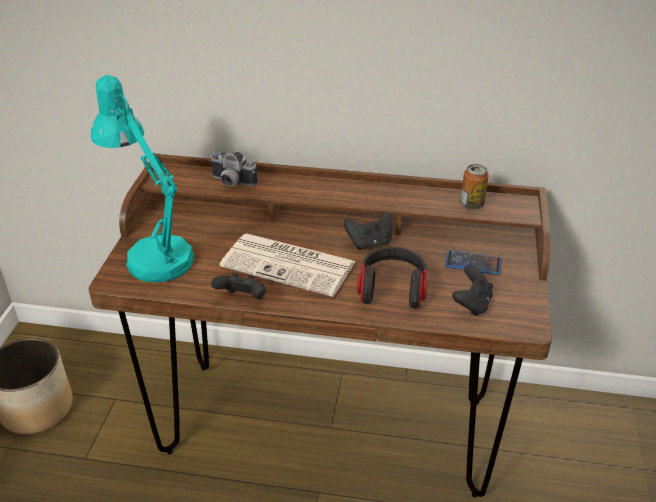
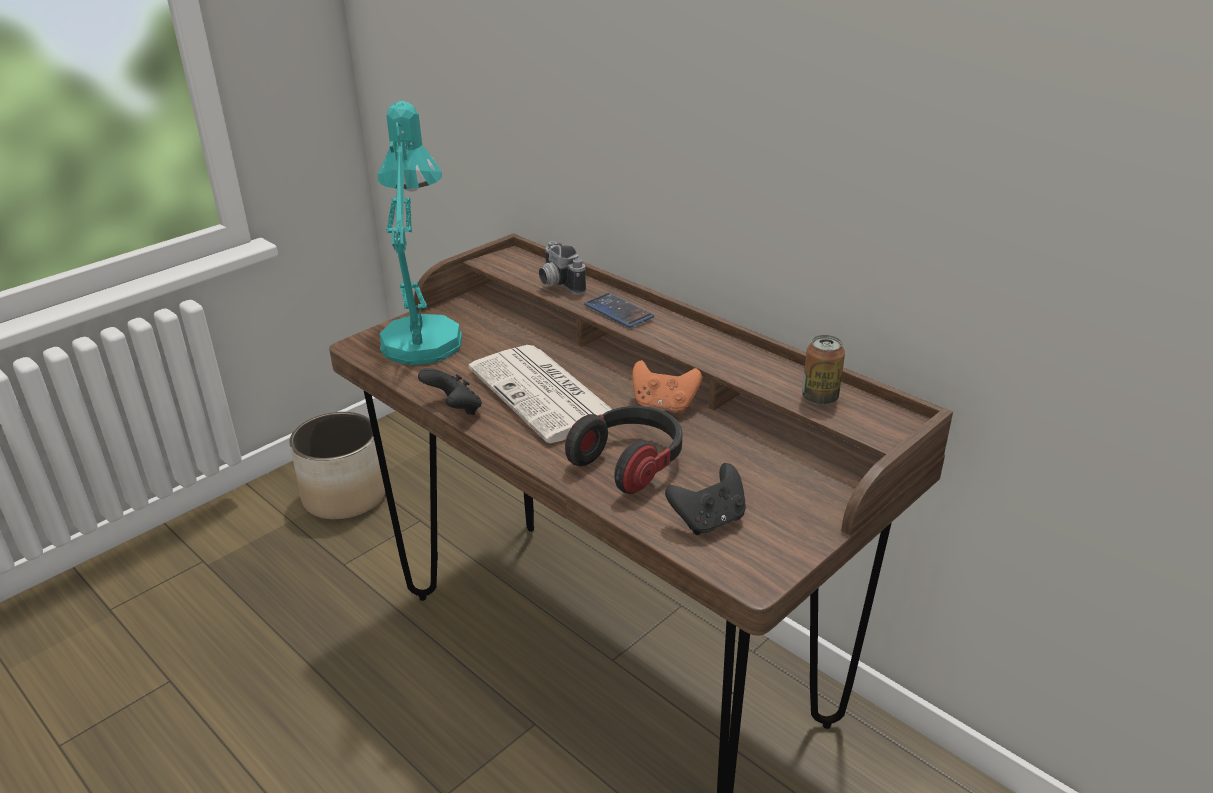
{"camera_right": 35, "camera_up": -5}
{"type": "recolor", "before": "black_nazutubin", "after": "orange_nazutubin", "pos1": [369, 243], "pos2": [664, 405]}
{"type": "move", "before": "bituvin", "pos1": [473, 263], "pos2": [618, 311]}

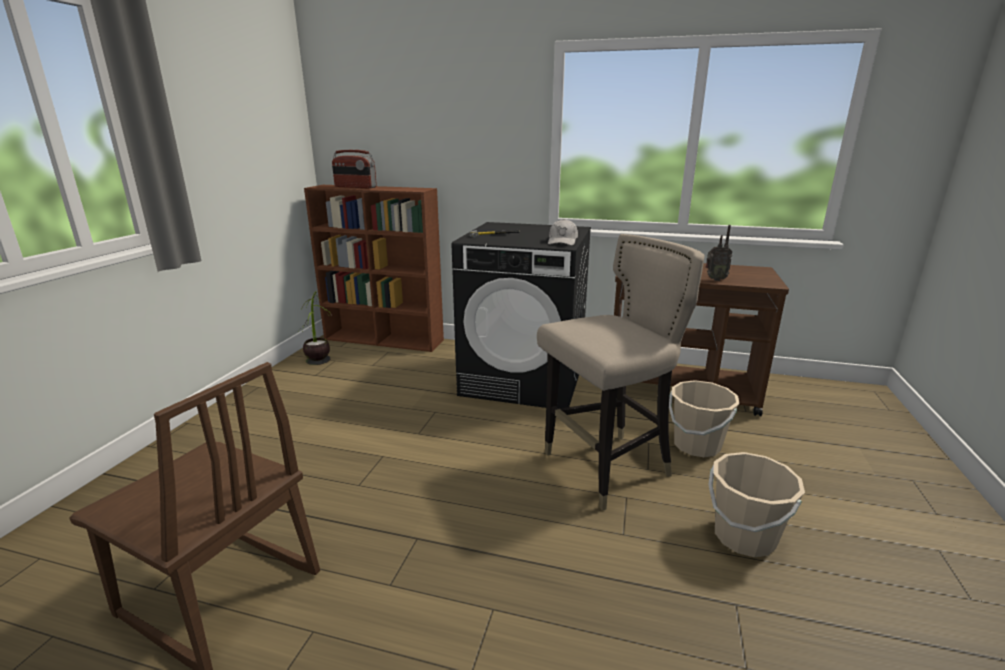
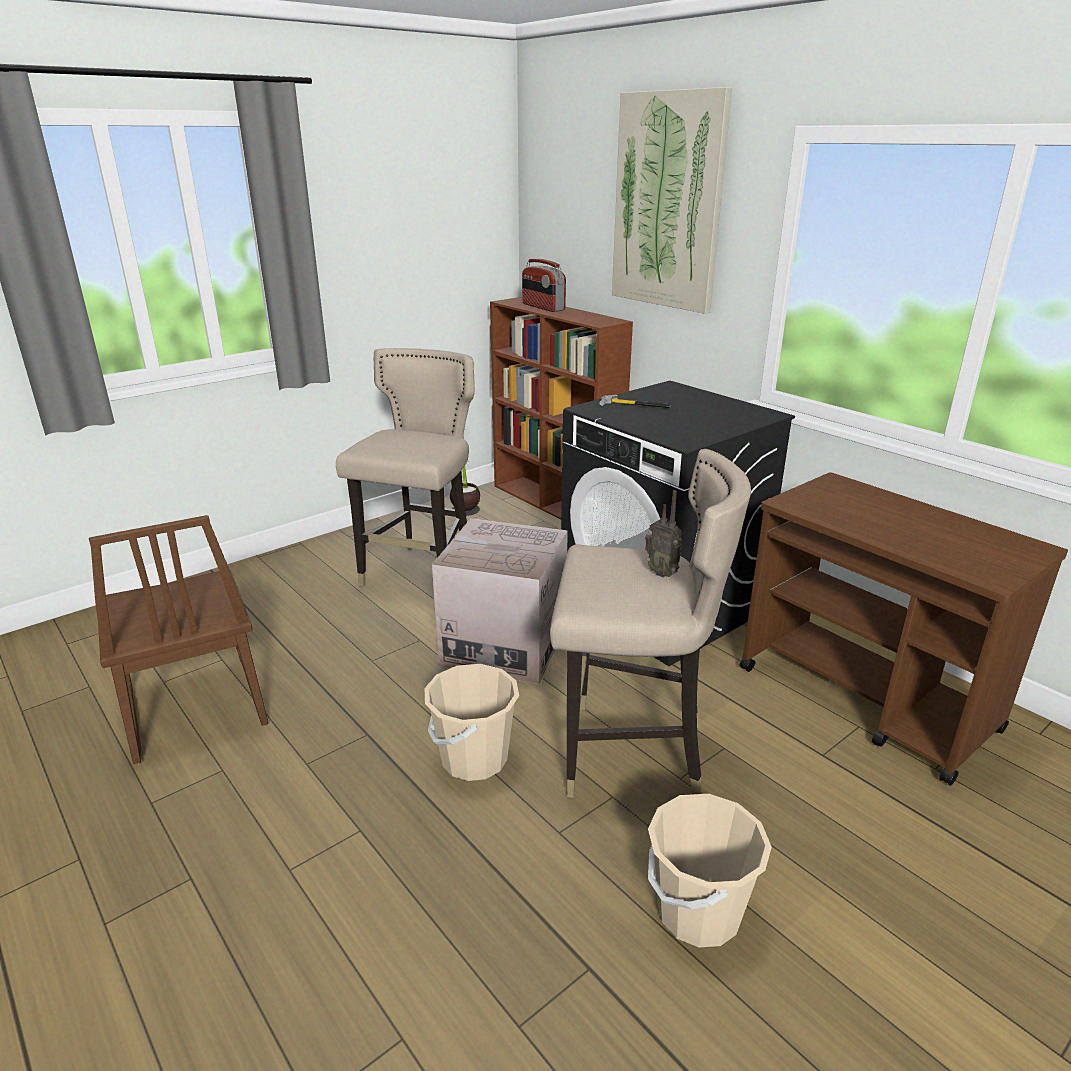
{"camera_right": 35, "camera_up": 5}
{"type": "delete", "before": "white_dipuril", "pos1": [562, 241]}
{"type": "move", "before": "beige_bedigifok", "pos1": [696, 445], "pos2": [474, 758]}
{"type": "move", "before": "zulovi", "pos1": [714, 279], "pos2": [662, 572]}
{"type": "insert", "after": "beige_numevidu", "pos2": [422, 574]}
{"type": "insert", "after": "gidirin", "pos2": [504, 645]}
{"type": "insert", "after": "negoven", "pos2": [668, 202]}

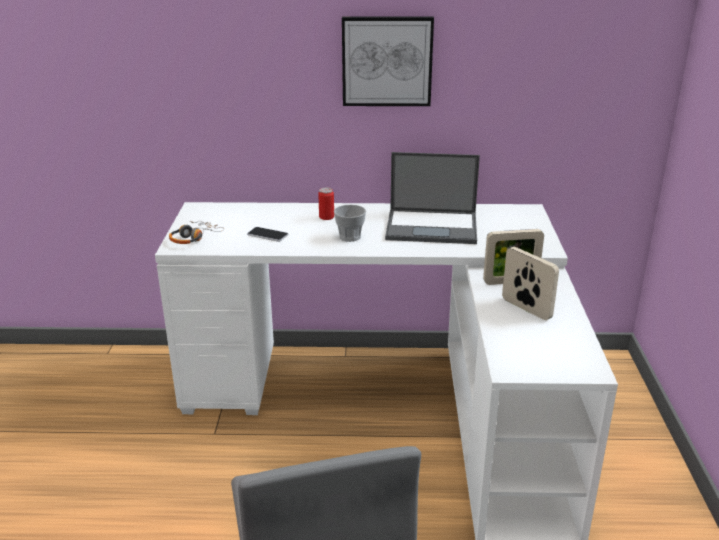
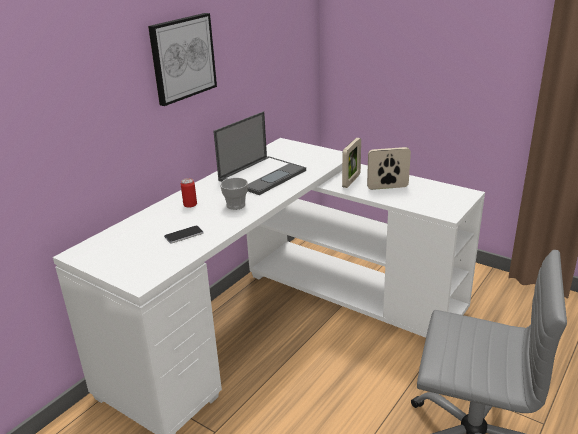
{"camera_right": -55, "camera_up": 0}
{"type": "delete", "before": "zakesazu", "pos1": [194, 238]}

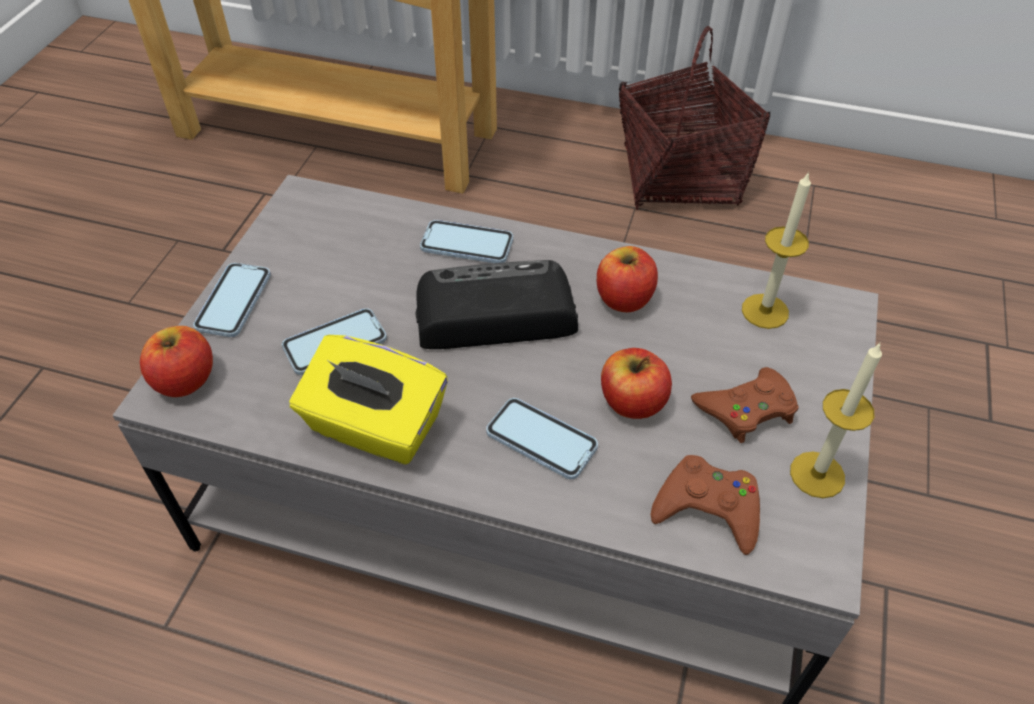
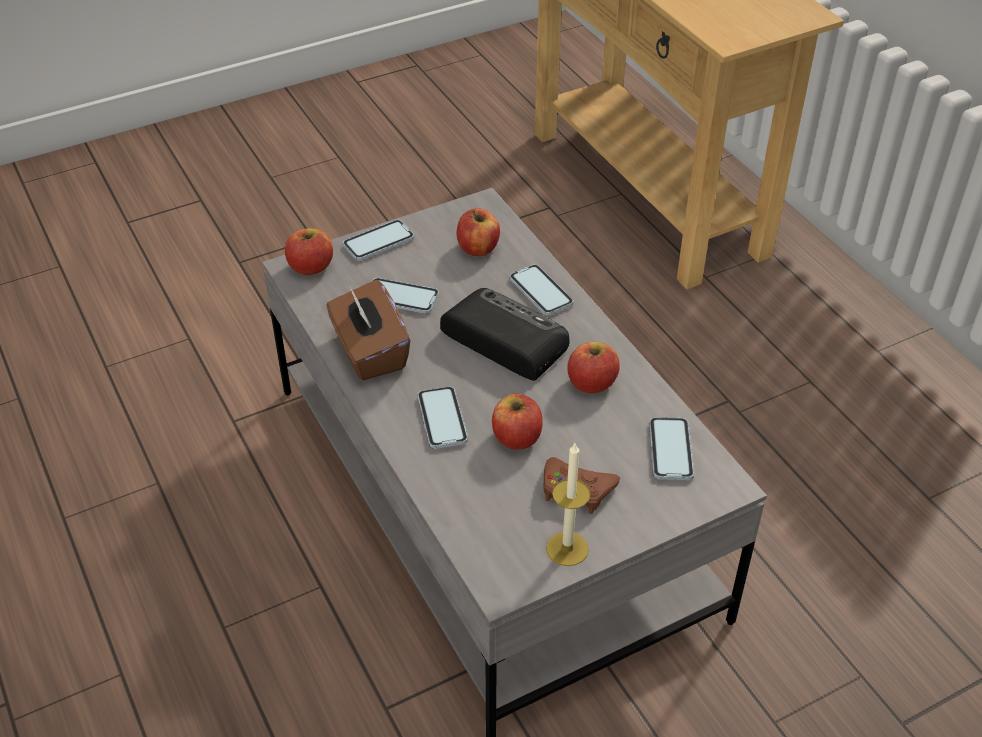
{"camera_right": 45, "camera_up": -5}
{"type": "recolor", "before": "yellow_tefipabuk", "after": "brown_tefipabuk", "pos1": [374, 427], "pos2": [369, 352]}
{"type": "delete", "before": "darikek", "pos1": [680, 176]}
{"type": "delete", "before": "brown_nazutubin", "pos1": [708, 508]}
{"type": "replace", "before": "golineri", "after": "bituvin", "pos1": [765, 311], "pos2": [670, 450]}
{"type": "insert", "after": "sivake", "pos2": [478, 248]}

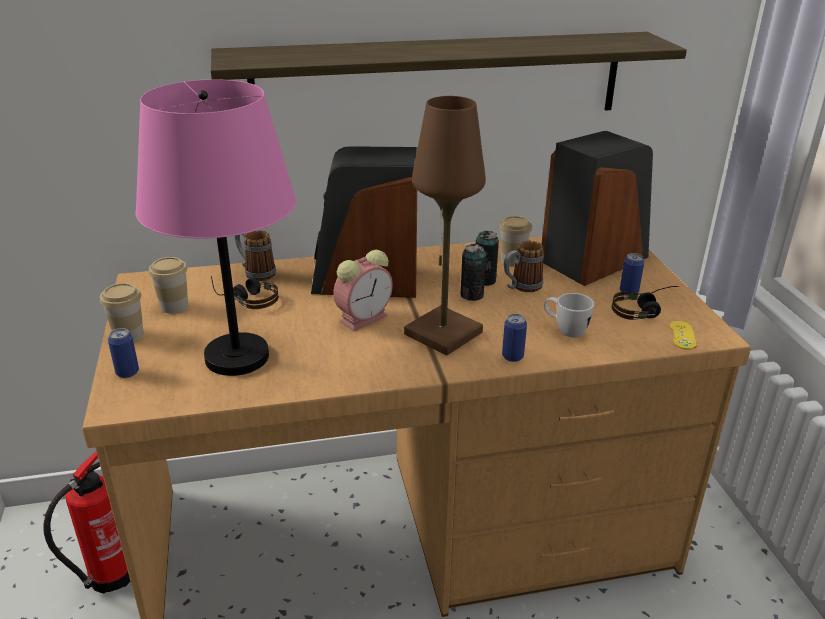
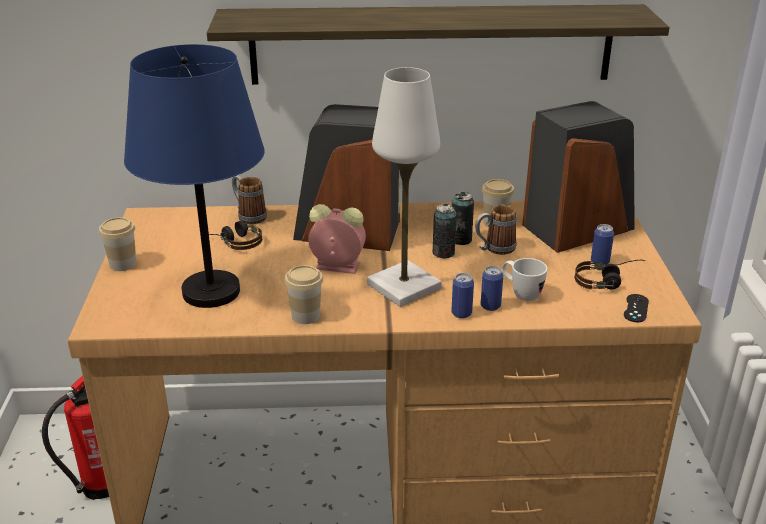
{"camera_right": 10, "camera_up": 0}
{"type": "move", "before": "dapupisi", "pos1": [127, 372], "pos2": [490, 306]}
{"type": "recolor", "before": "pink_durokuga", "after": "blue_durokuga", "pos1": [237, 358], "pos2": [211, 292]}
{"type": "move", "before": "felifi", "pos1": [174, 306], "pos2": [305, 316]}
{"type": "rotate", "before": "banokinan", "pos1": [364, 318], "pos2": [335, 266], "turn": -135}
{"type": "recolor", "before": "brown_durokuga", "after": "white_durokuga", "pos1": [443, 333], "pos2": [404, 287]}
{"type": "recolor", "before": "yellow_nazutubin", "after": "black_nazutubin", "pos1": [682, 335], "pos2": [636, 308]}

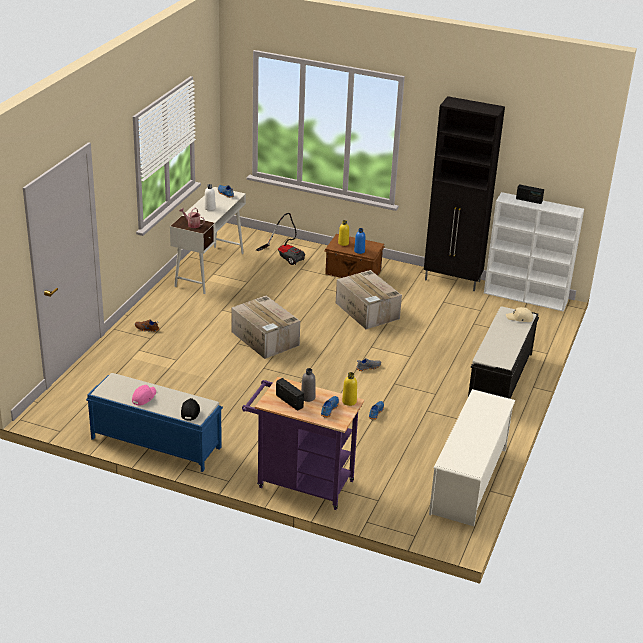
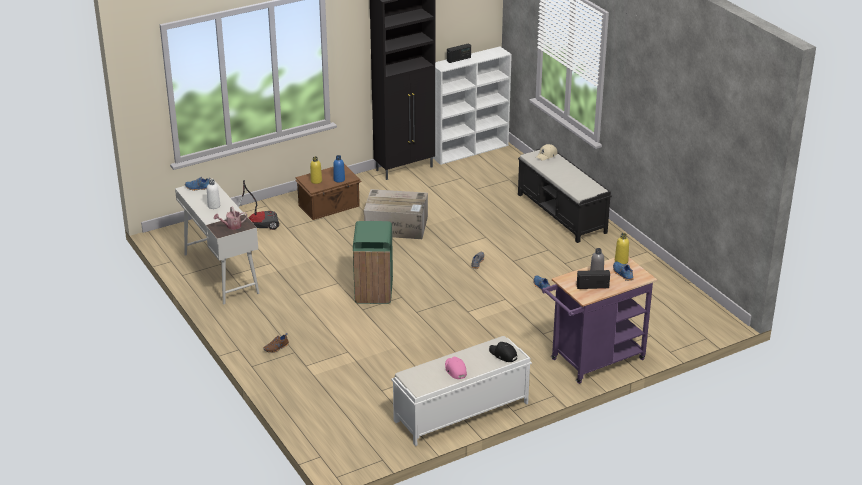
{"camera_right": -50, "camera_up": 0}
{"type": "recolor", "before": "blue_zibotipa", "after": "white_zibotipa", "pos1": [155, 443], "pos2": [460, 412]}
{"type": "replace", "before": "gidirin", "after": "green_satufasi", "pos1": [266, 339], "pos2": [374, 292]}
{"type": "delete", "before": "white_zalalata", "pos1": [469, 481]}

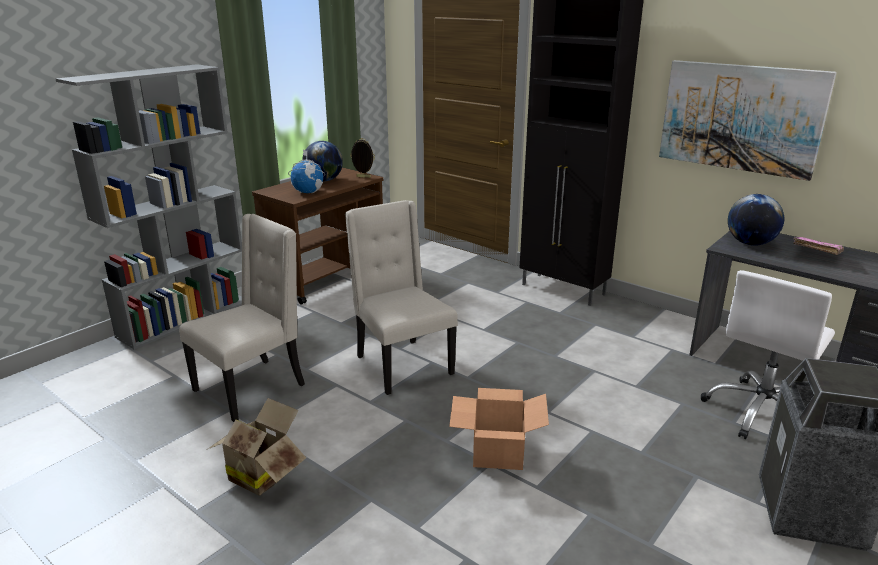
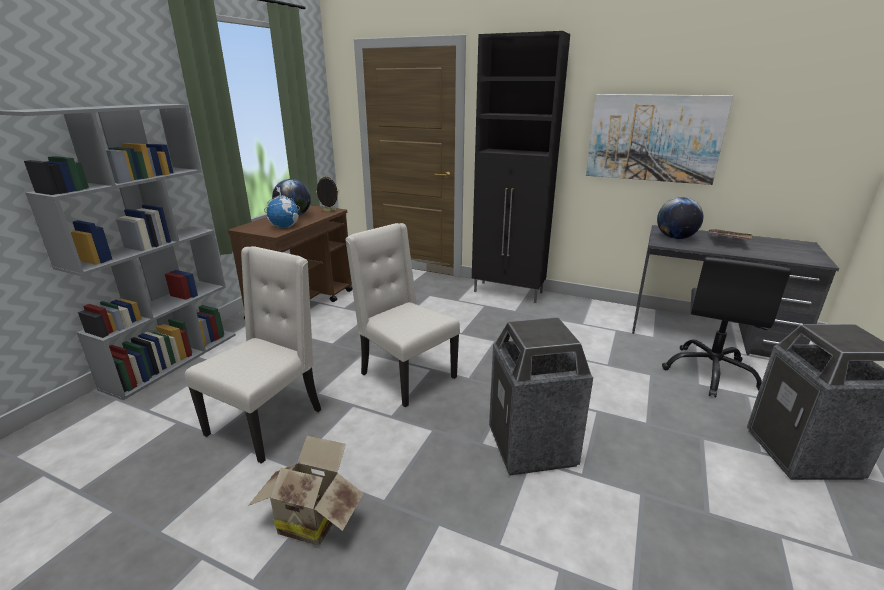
{"camera_right": -15, "camera_up": 0}
{"type": "replace", "before": "gidirin", "after": "satufasi", "pos1": [498, 452], "pos2": [532, 446]}
{"type": "recolor", "before": "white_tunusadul", "after": "black_tunusadul", "pos1": [761, 412], "pos2": [711, 372]}

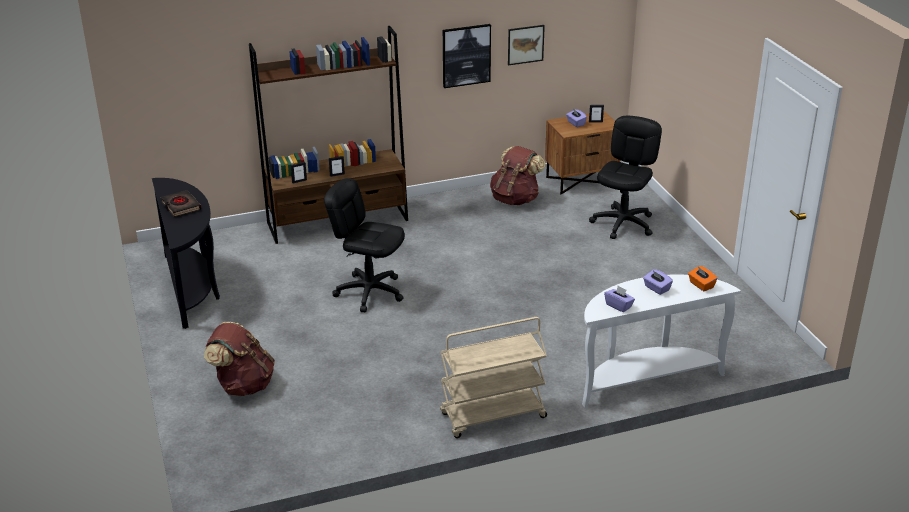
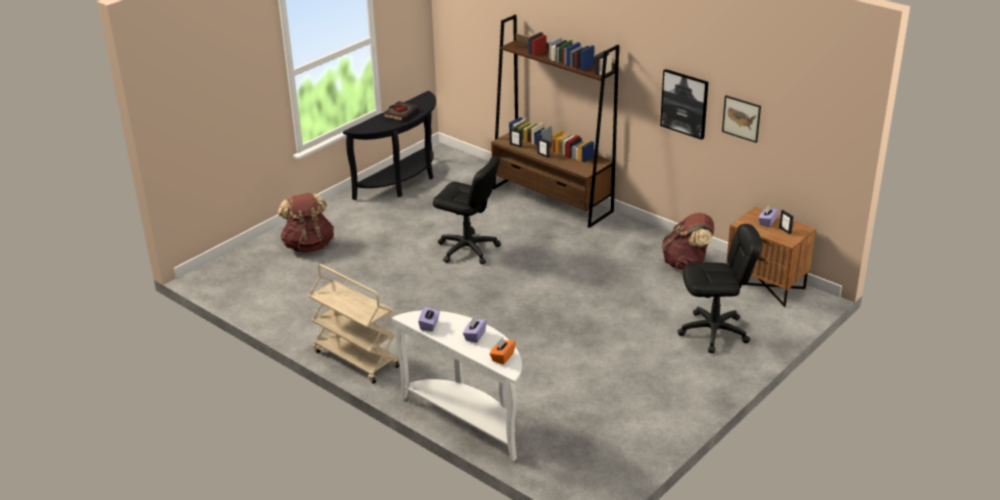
{"camera_right": 60, "camera_up": 0}
{"type": "rotate", "before": "black_tunusadul", "pos1": [369, 292], "pos2": [468, 249], "turn": 120}

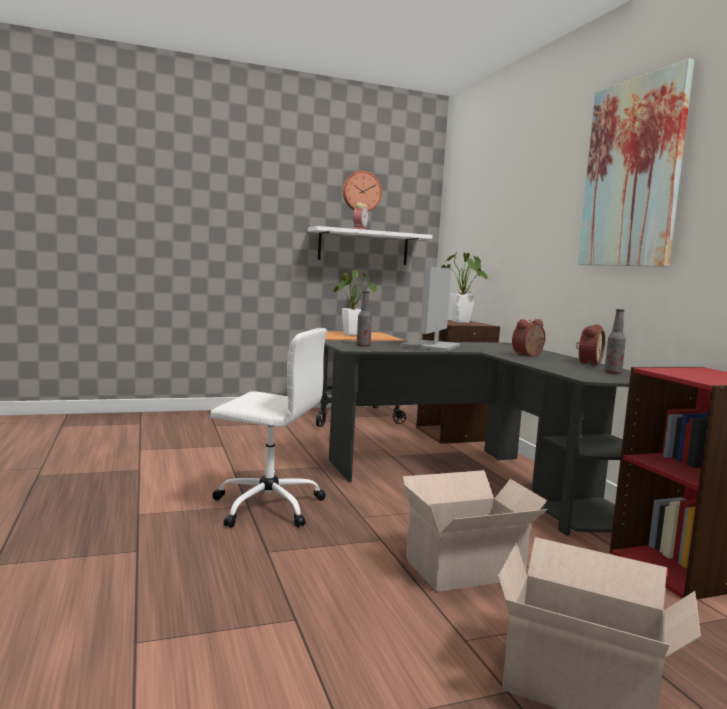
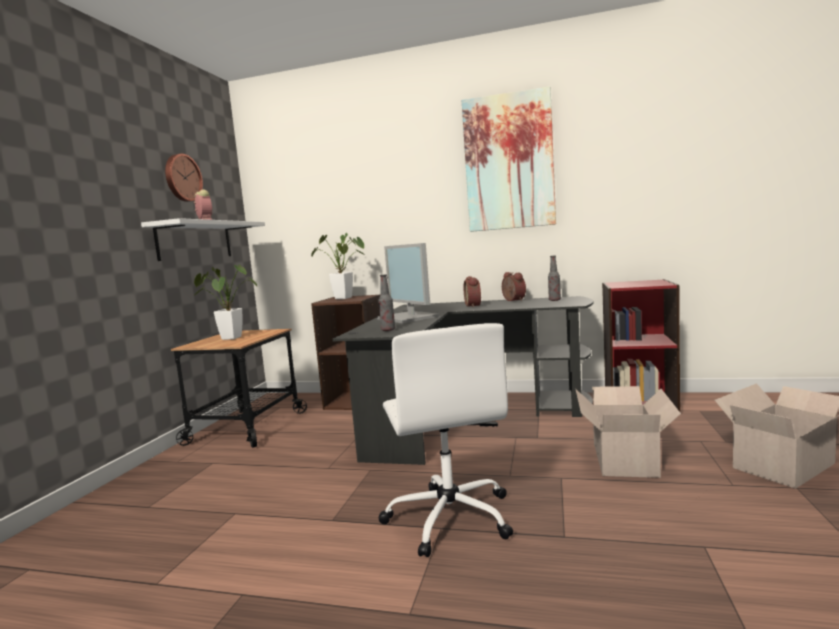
{"camera_right": -55, "camera_up": 0}
{"type": "rotate", "before": "white_tunusadul", "pos1": [266, 505], "pos2": [449, 517], "turn": 120}

